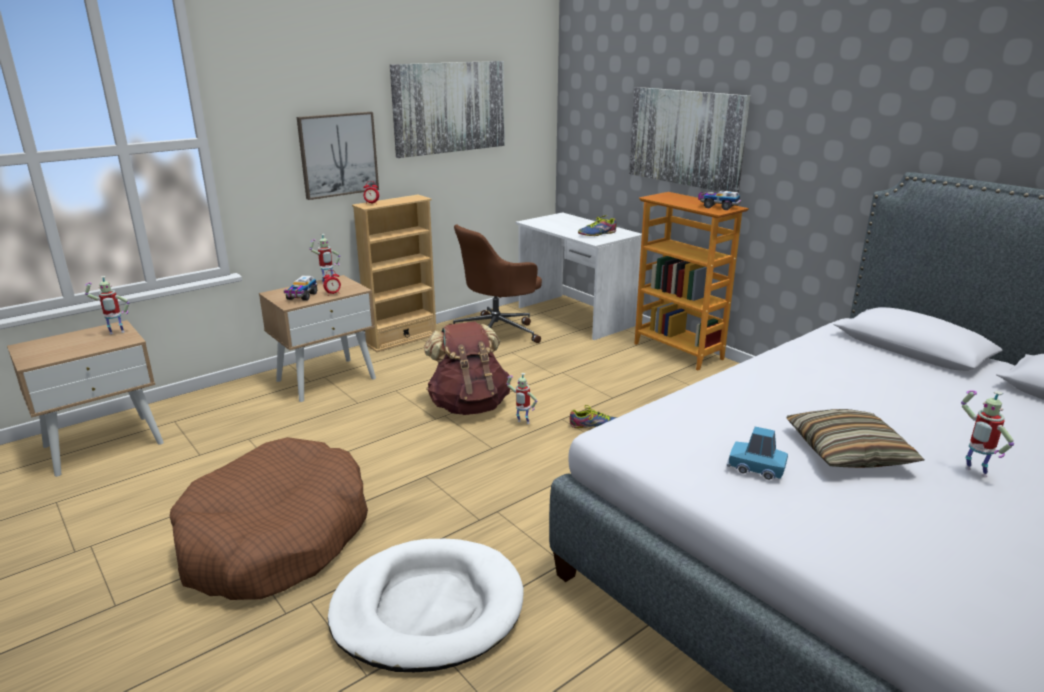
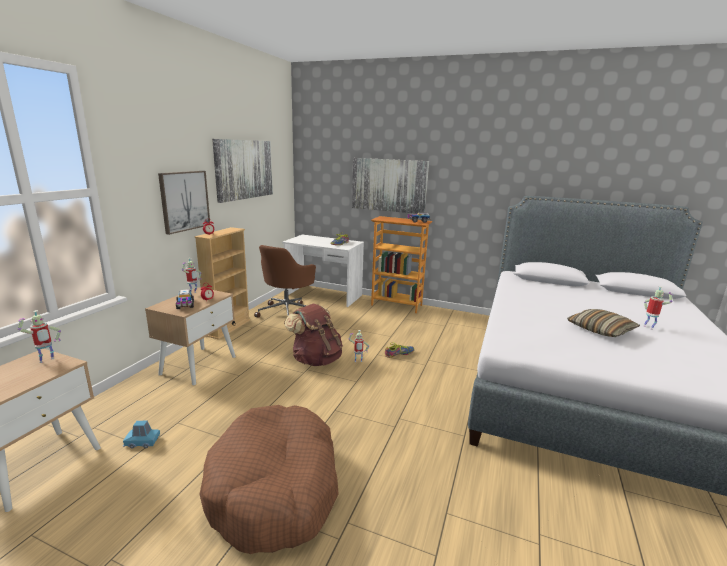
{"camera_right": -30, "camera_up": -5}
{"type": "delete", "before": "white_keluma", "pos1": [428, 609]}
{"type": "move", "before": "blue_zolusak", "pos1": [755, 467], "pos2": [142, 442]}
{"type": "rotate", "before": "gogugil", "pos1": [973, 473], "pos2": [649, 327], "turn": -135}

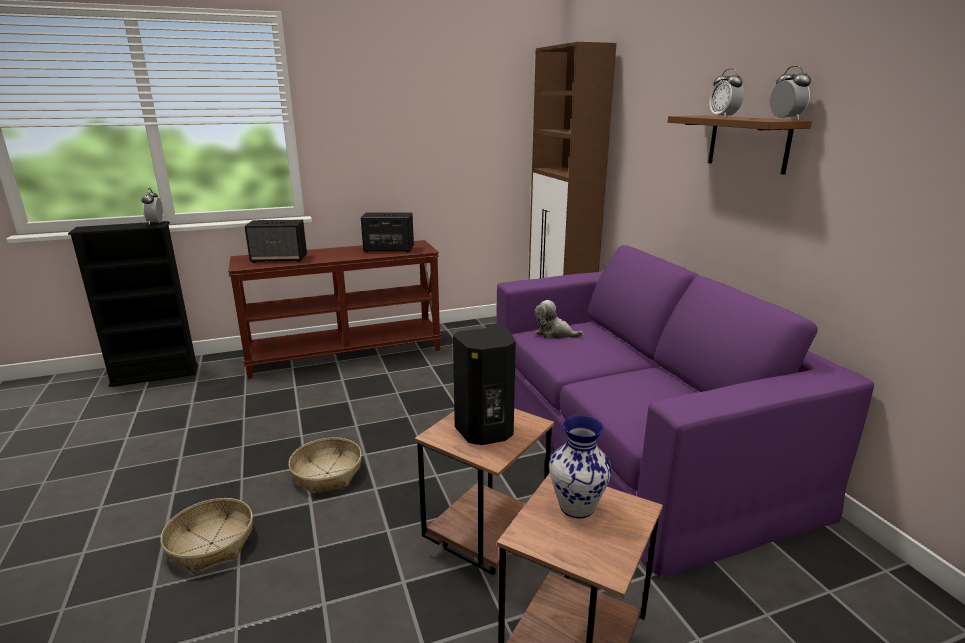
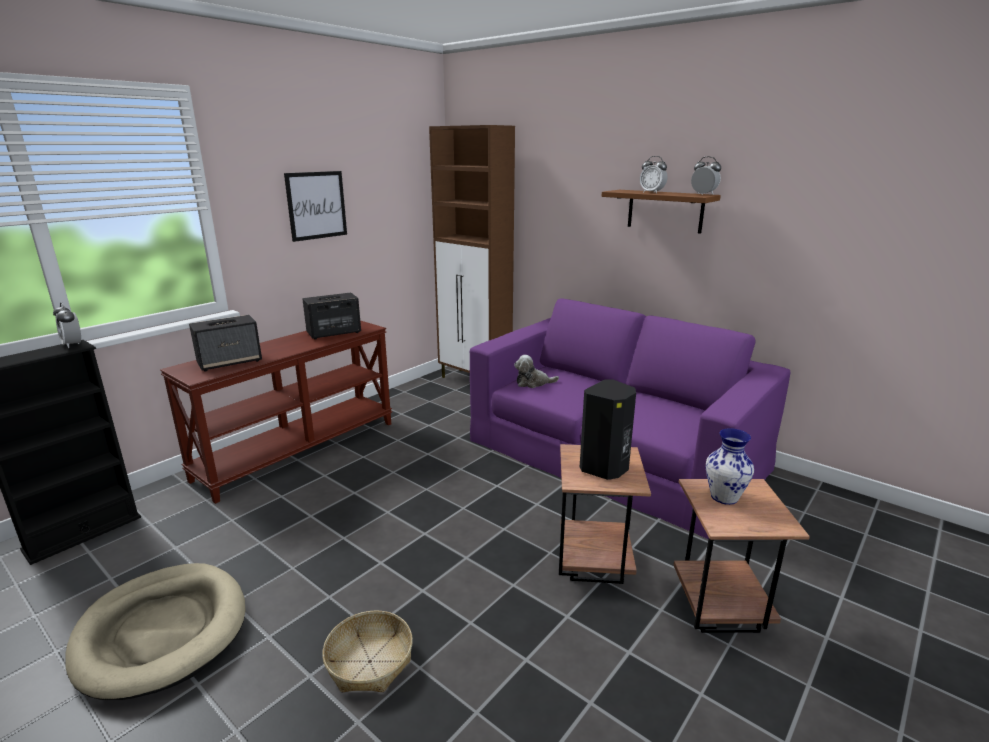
{"camera_right": -30, "camera_up": 0}
{"type": "delete", "before": "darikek", "pos1": [327, 473]}
{"type": "insert", "after": "beige_keluma", "pos2": [162, 632]}
{"type": "insert", "after": "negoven", "pos2": [316, 205]}

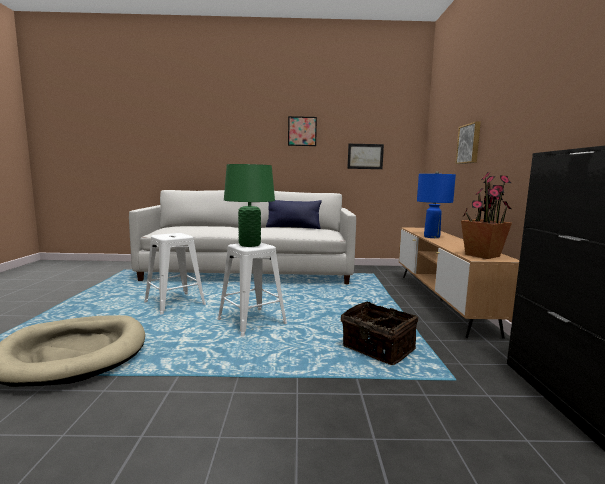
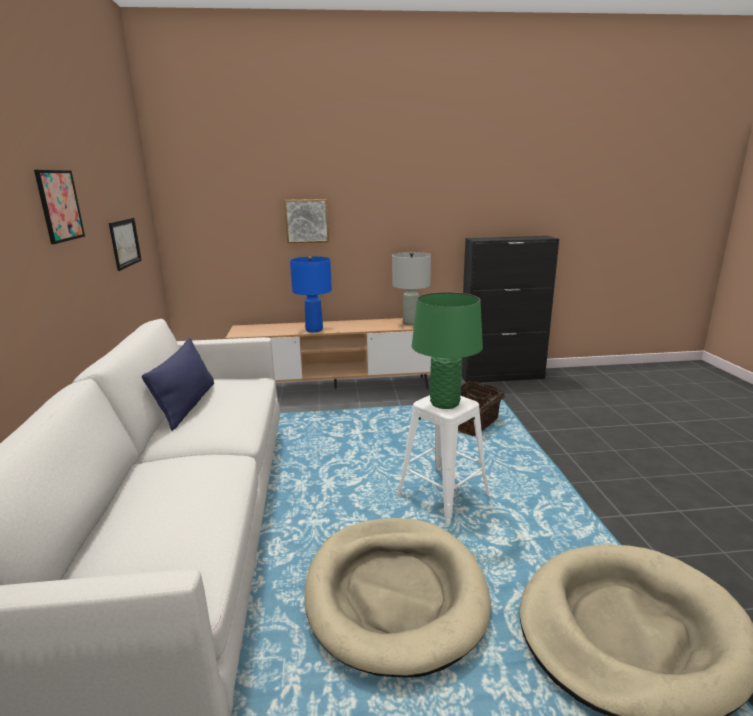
{"camera_right": -95, "camera_up": 10}
{"type": "replace", "before": "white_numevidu", "after": "beige_keluma", "pos1": [175, 303], "pos2": [395, 594]}
{"type": "replace", "before": "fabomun", "after": "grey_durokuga", "pos1": [482, 255], "pos2": [411, 323]}

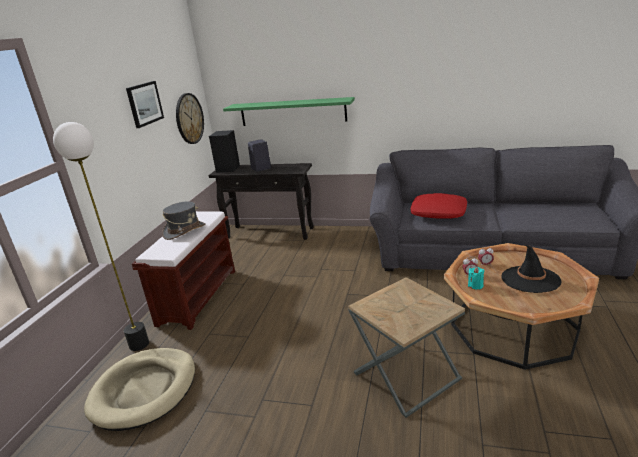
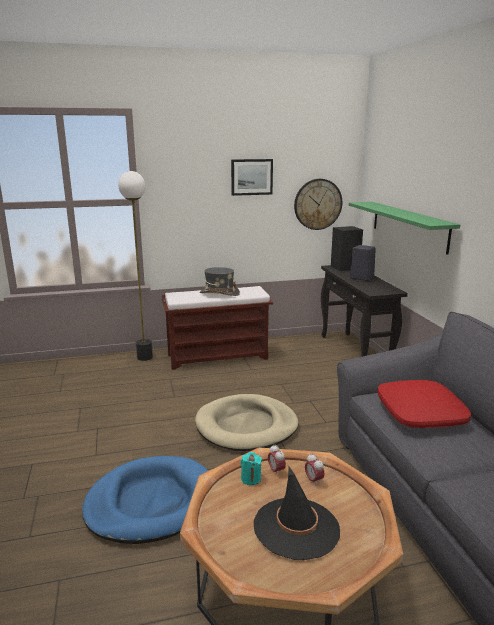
{"camera_right": 60, "camera_up": -5}
{"type": "move", "before": "beige_keluma", "pos1": [144, 390], "pos2": [246, 426]}
{"type": "replace", "before": "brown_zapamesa", "after": "blue_keluma", "pos1": [406, 376], "pos2": [150, 502]}

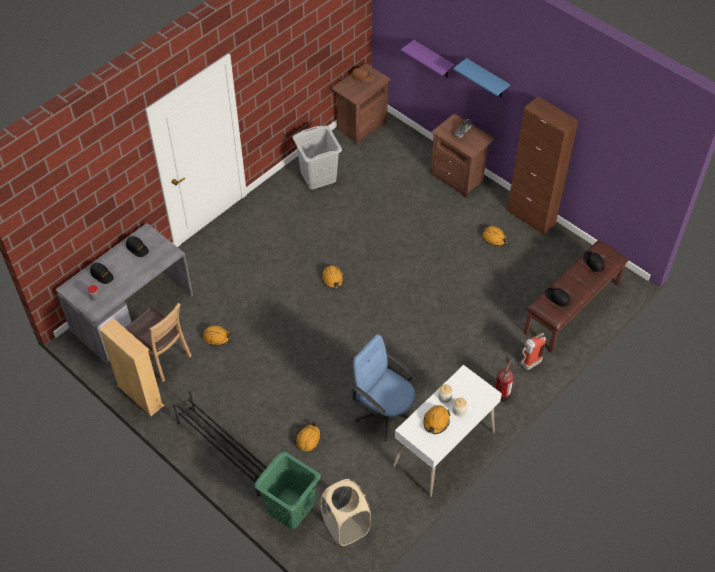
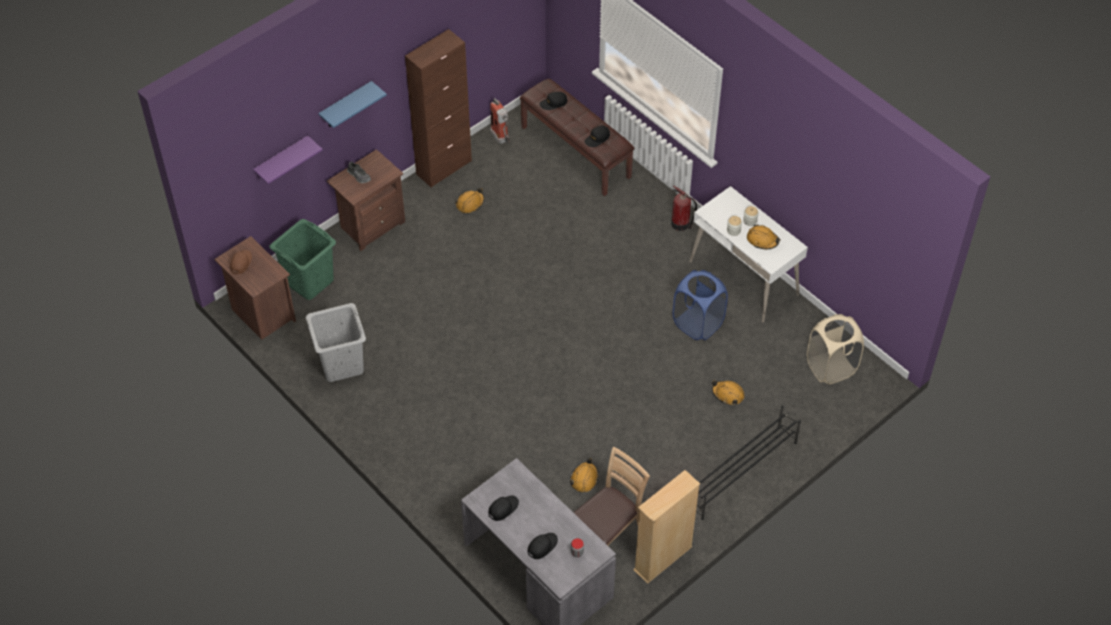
{"camera_right": -85, "camera_up": 0}
{"type": "move", "before": "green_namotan", "pos1": [290, 508], "pos2": [310, 281]}
{"type": "delete", "before": "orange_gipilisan", "pos1": [333, 279]}
{"type": "replace", "before": "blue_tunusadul", "after": "blue_namotan", "pos1": [385, 412], "pos2": [697, 324]}
{"type": "move", "before": "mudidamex", "pos1": [527, 365], "pos2": [501, 140]}

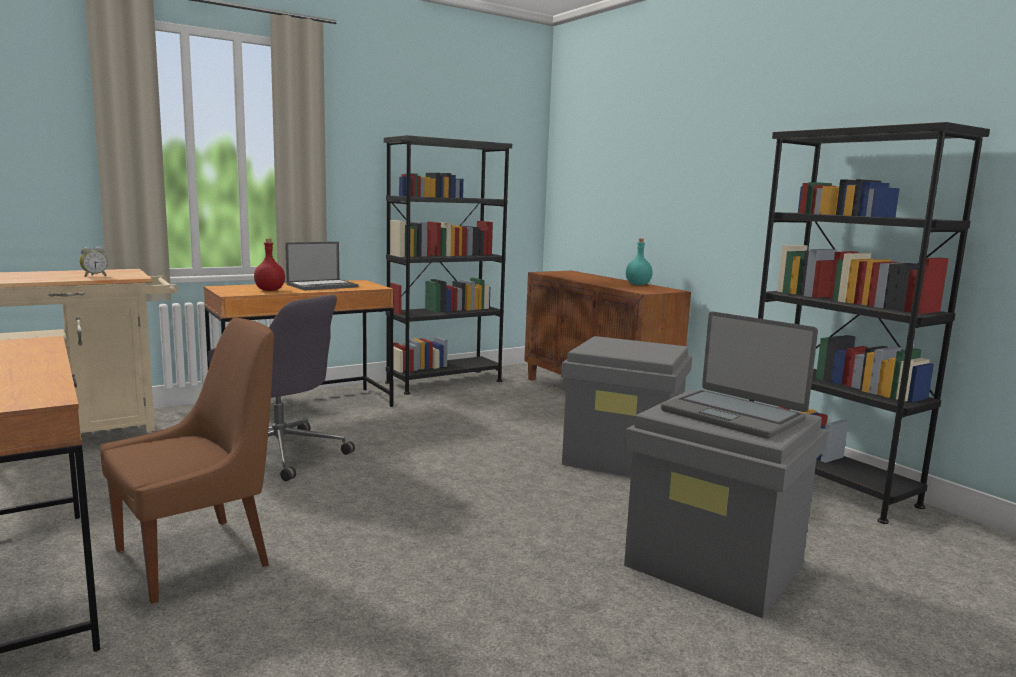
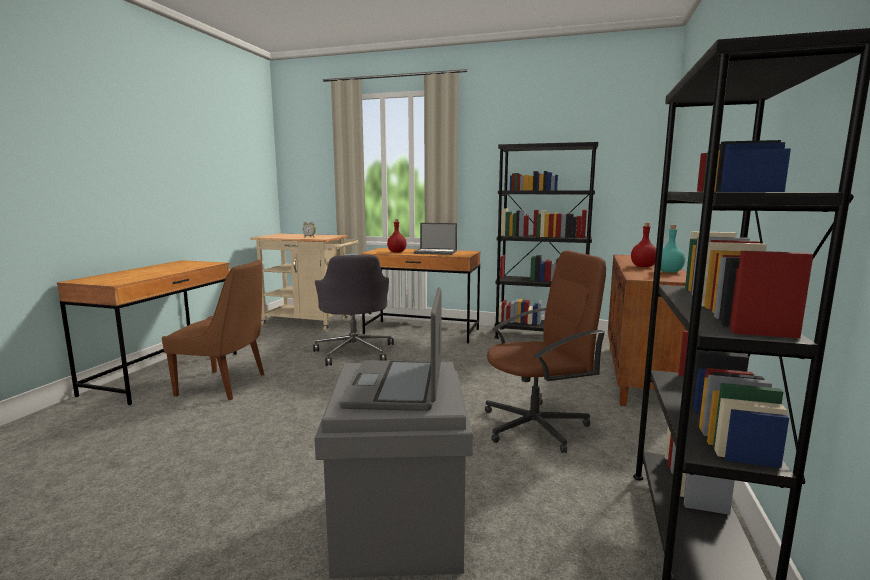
{"camera_right": 50, "camera_up": 0}
{"type": "replace", "before": "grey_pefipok", "after": "brown_tunusadul", "pos1": [623, 458], "pos2": [536, 426]}
{"type": "insert", "after": "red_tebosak", "pos2": [643, 266]}

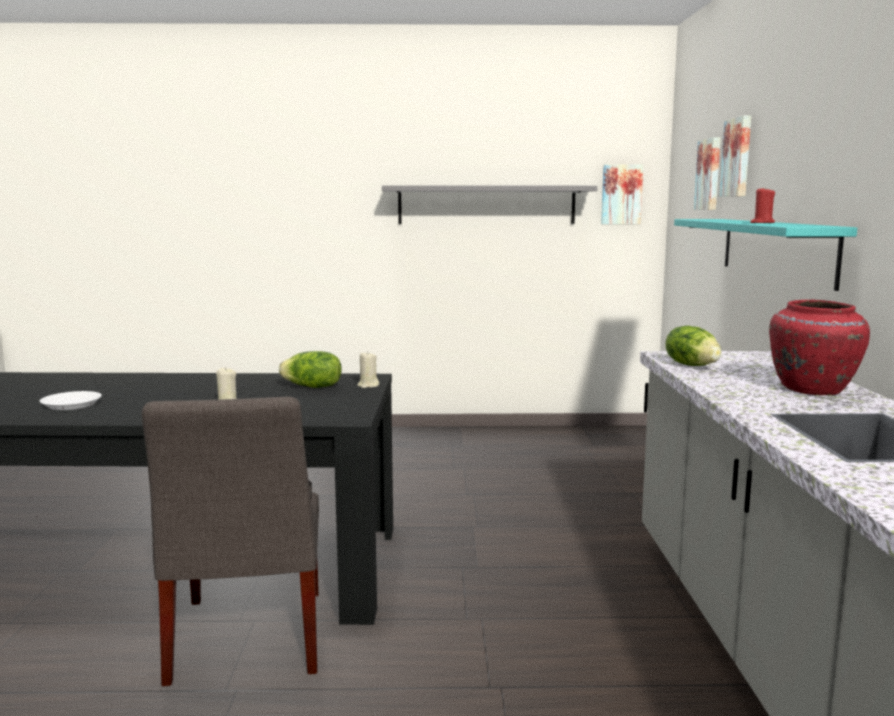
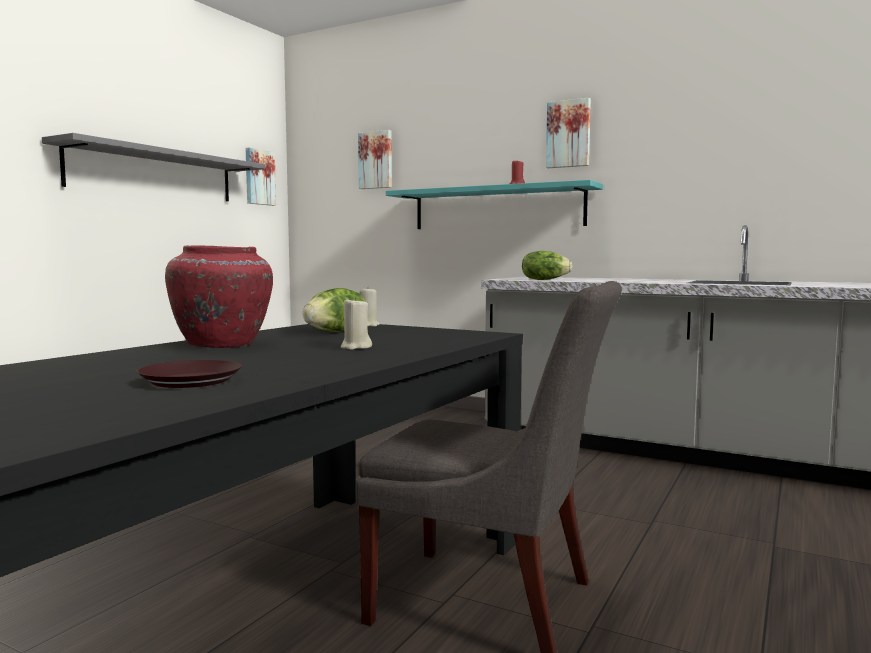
{"camera_right": -60, "camera_up": -5}
{"type": "recolor", "before": "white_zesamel", "after": "brown_zesamel", "pos1": [72, 405], "pos2": [191, 380]}
{"type": "move", "before": "negoven", "pos1": [738, 157], "pos2": [568, 134]}
{"type": "move", "before": "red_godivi", "pos1": [812, 390], "pos2": [222, 345]}

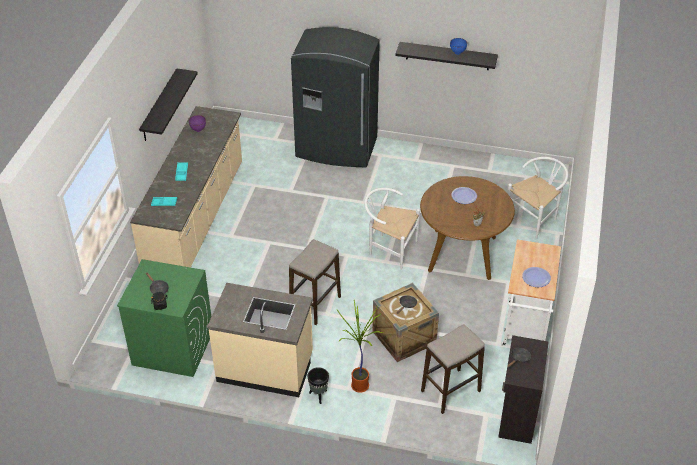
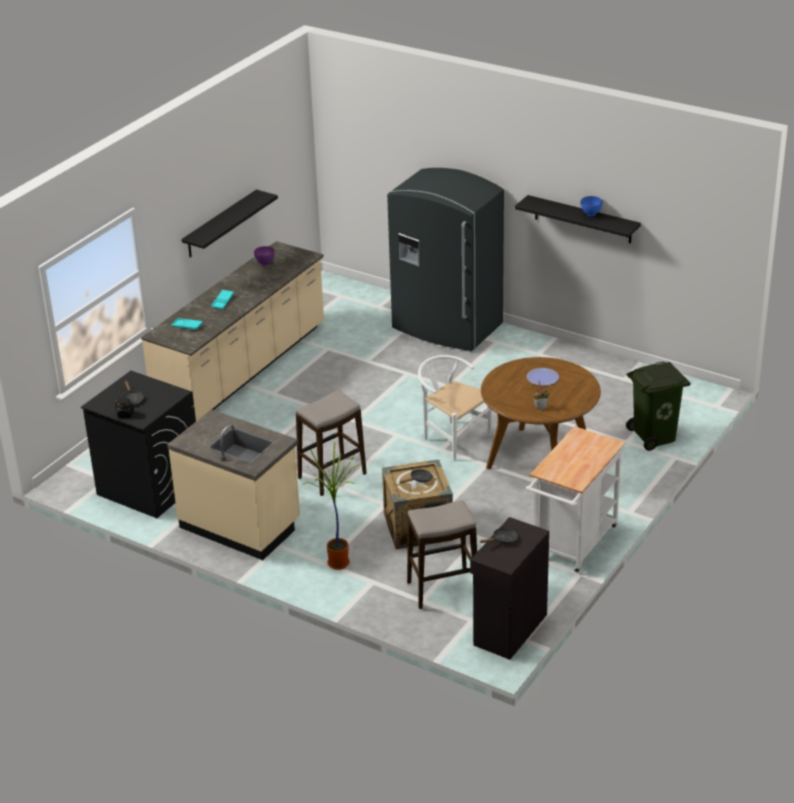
{"camera_right": 20, "camera_up": -10}
{"type": "recolor", "before": "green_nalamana", "after": "black_nalamana", "pos1": [172, 348], "pos2": [149, 487]}
{"type": "delete", "before": "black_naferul", "pos1": [318, 396]}
{"type": "replace", "before": "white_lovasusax", "after": "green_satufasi", "pos1": [535, 217], "pos2": [655, 436]}
{"type": "delete", "before": "zesamel", "pos1": [536, 277]}

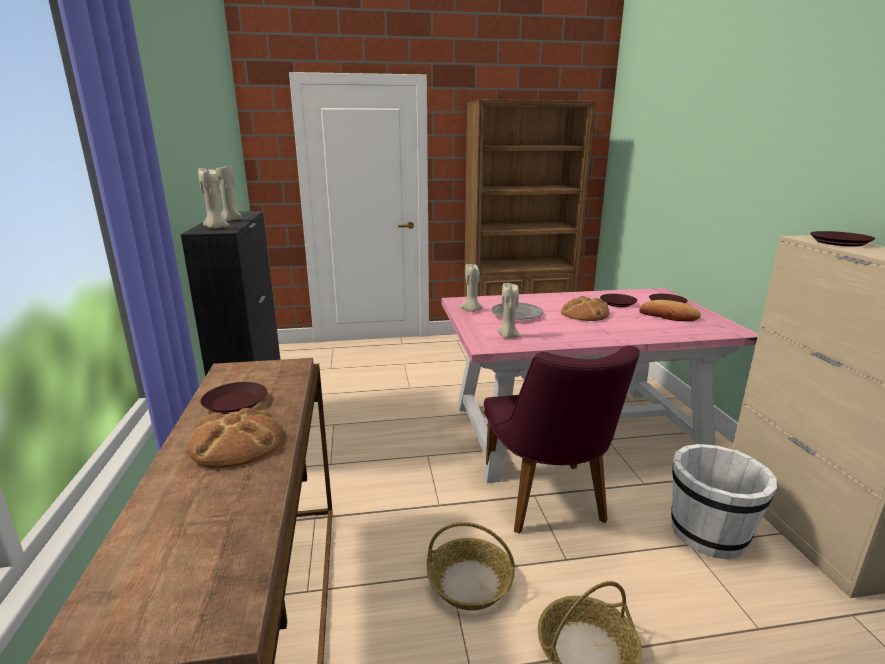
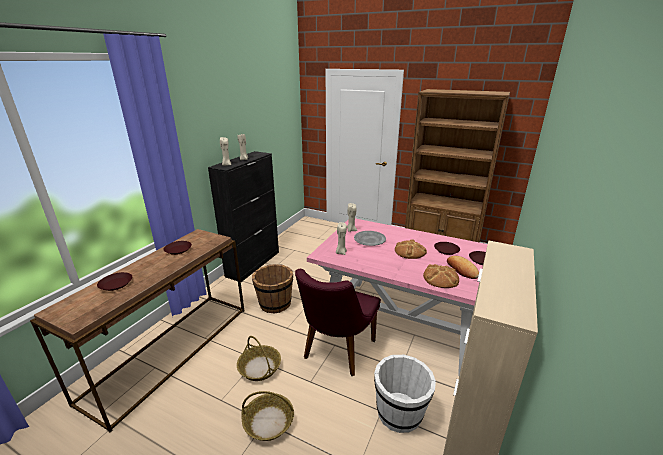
{"camera_right": 35, "camera_up": 5}
{"type": "move", "before": "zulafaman", "pos1": [236, 443], "pos2": [440, 278]}
{"type": "move", "before": "brown_zesamel", "pos1": [839, 243], "pos2": [115, 284]}
{"type": "insert", "after": "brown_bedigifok", "pos2": [275, 303]}

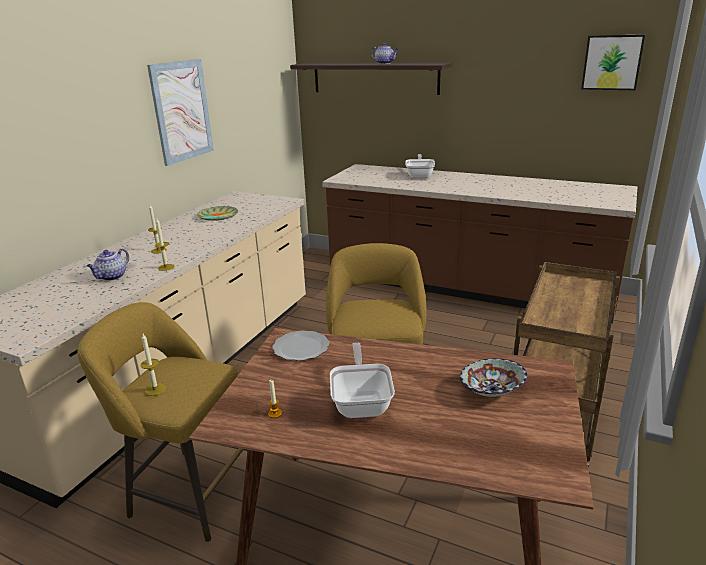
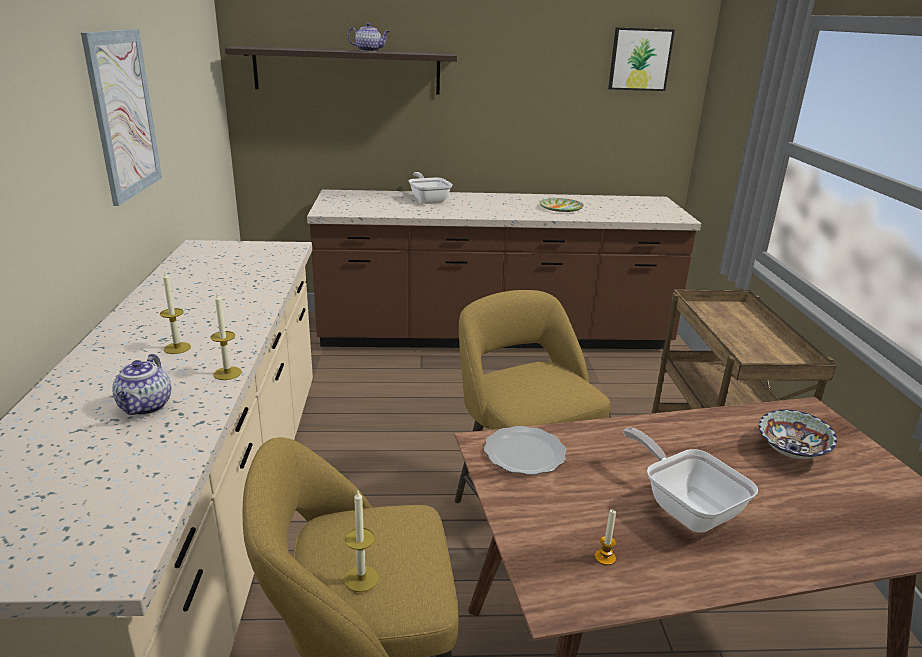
{"camera_right": -30, "camera_up": 0}
{"type": "move", "before": "zesamel", "pos1": [218, 216], "pos2": [561, 208]}

